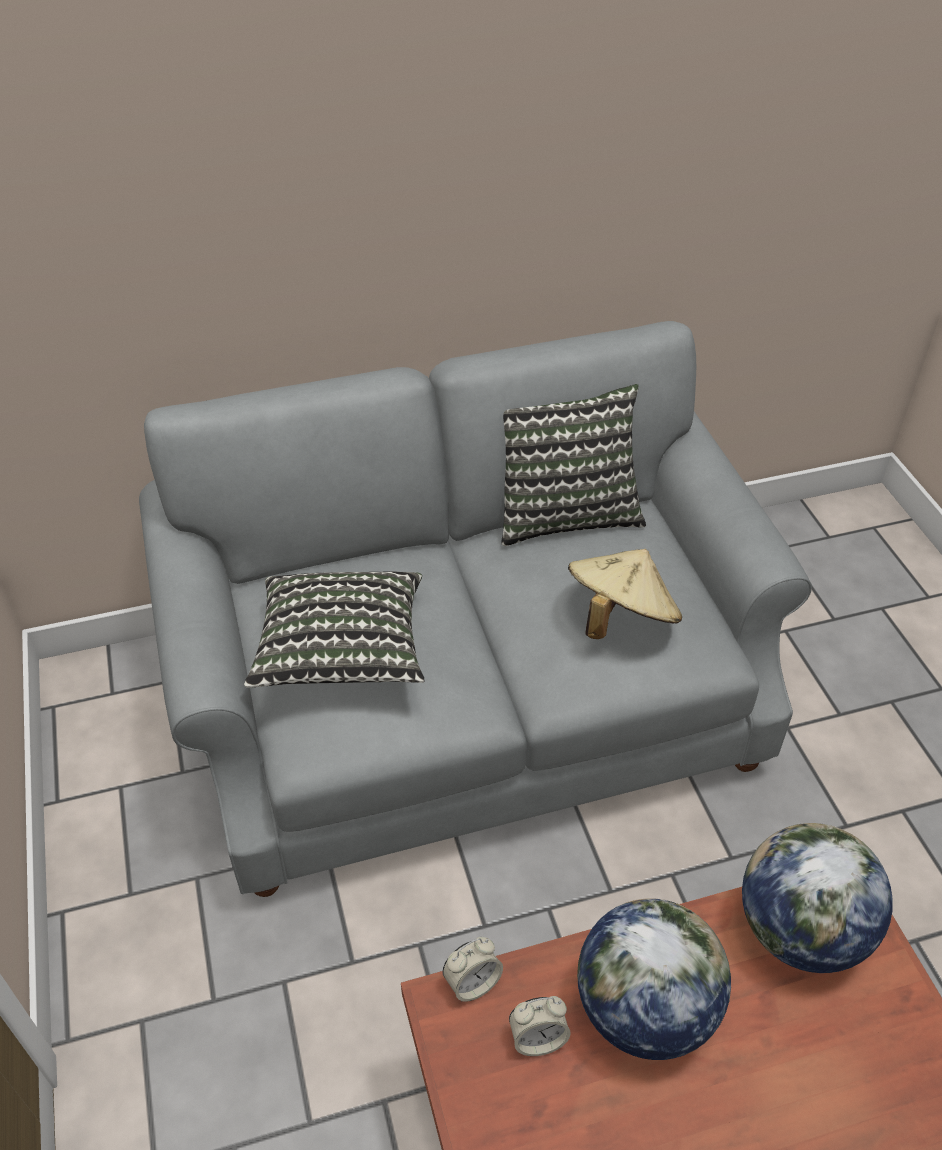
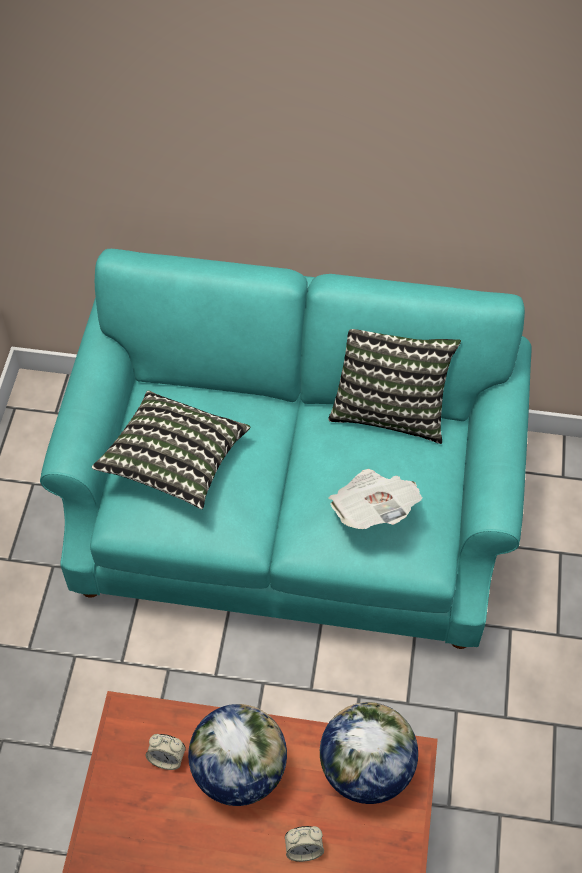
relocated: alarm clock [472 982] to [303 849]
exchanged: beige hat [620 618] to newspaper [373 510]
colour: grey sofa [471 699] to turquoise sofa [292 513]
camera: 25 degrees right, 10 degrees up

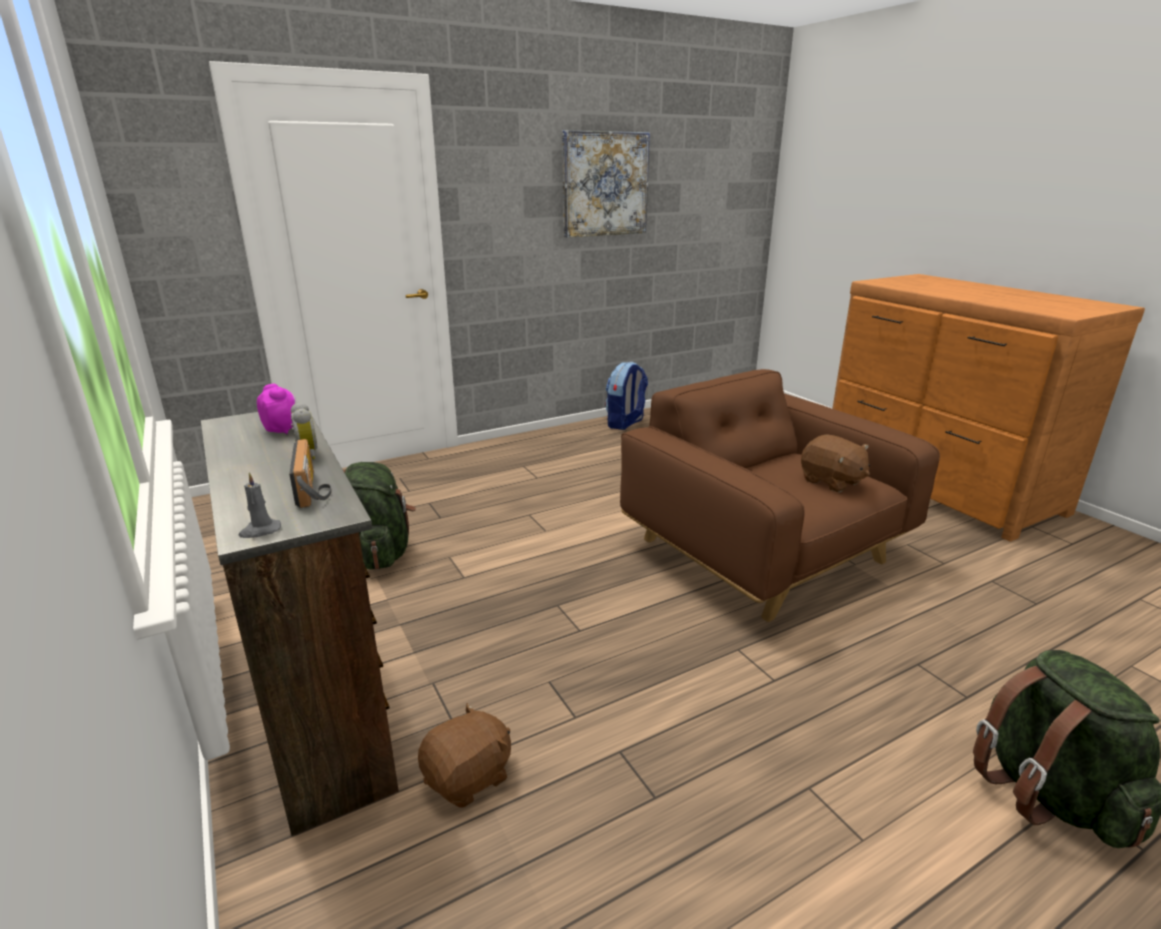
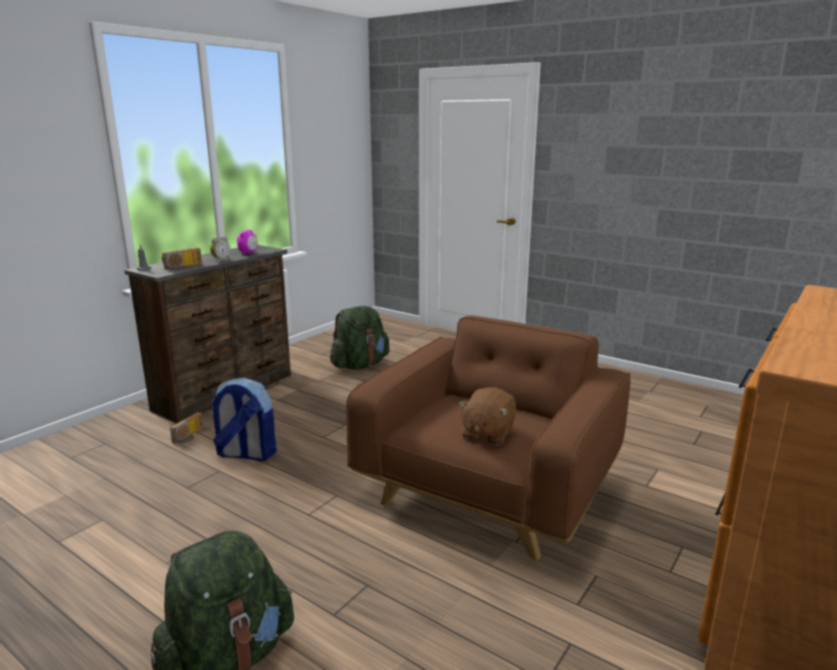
missing: picture [605 184]
relocated: backpack [625 423] to [245 454]
exchanged: brown plush toy [469 777] to radio [189 436]
camera: 65 degrees right, 5 degrees down

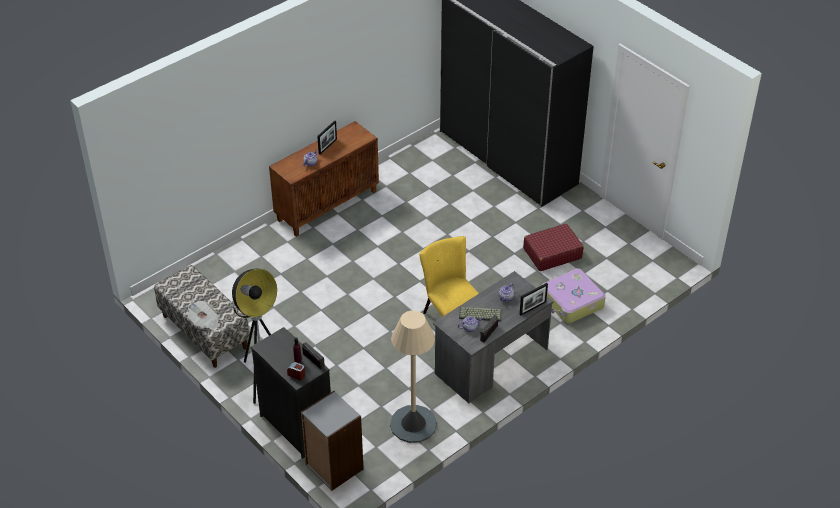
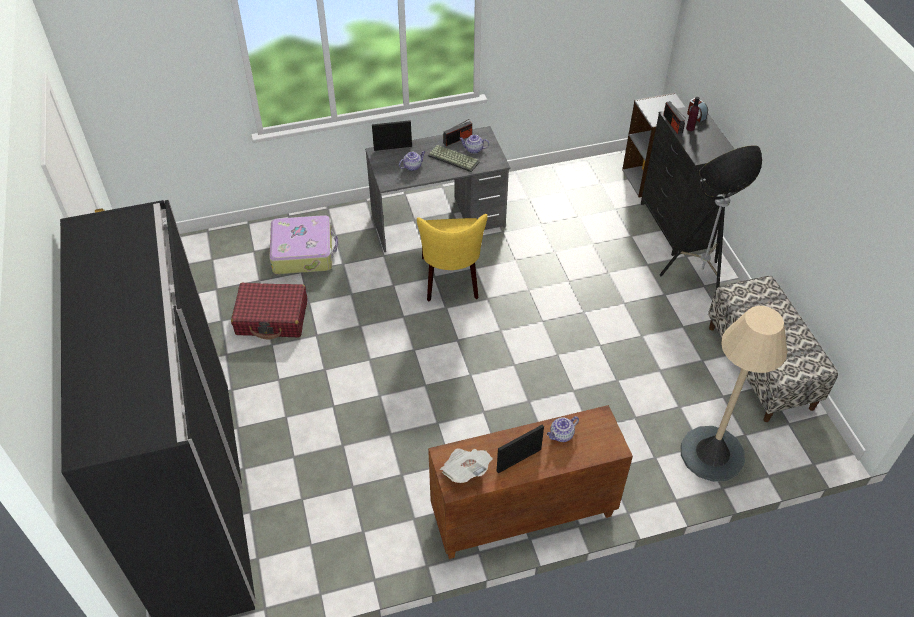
relocated: newspaper [205 322] to [465 470]; beige floor lamp [413 424] to [712 454]
camera: 155 degrees left, 5 degrees up

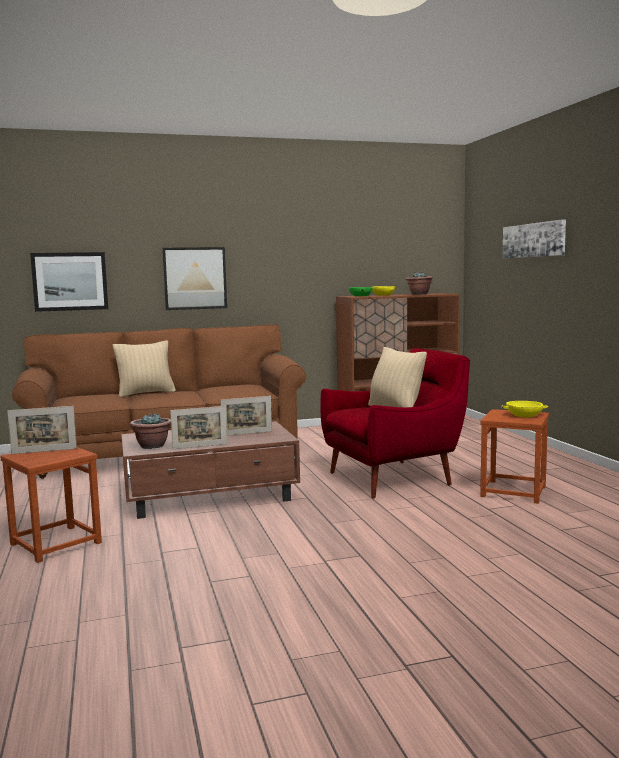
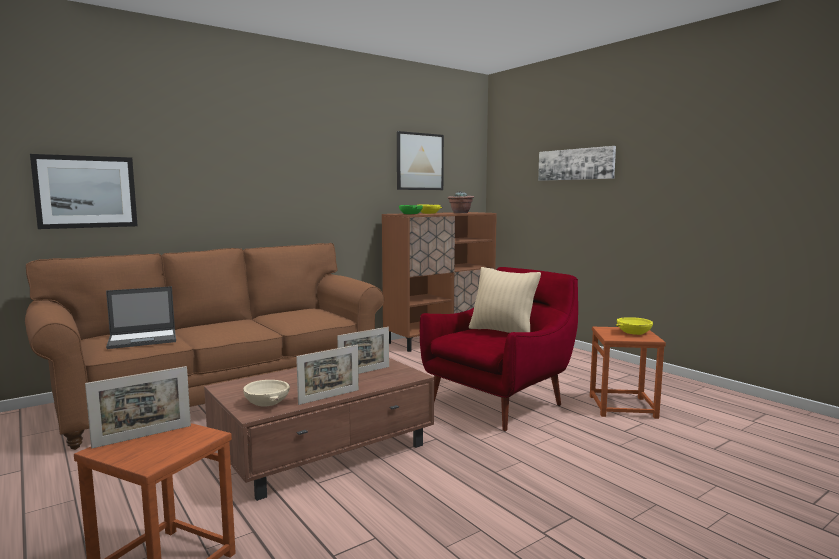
missing: beige pillow [146 393]
appeared: laptop [143 339]
relocated: picture [195 278] to [419 161]
exchanged: potted plant [152 446] to beige bowl [266 402]
camera: 20 degrees left, 0 degrees up

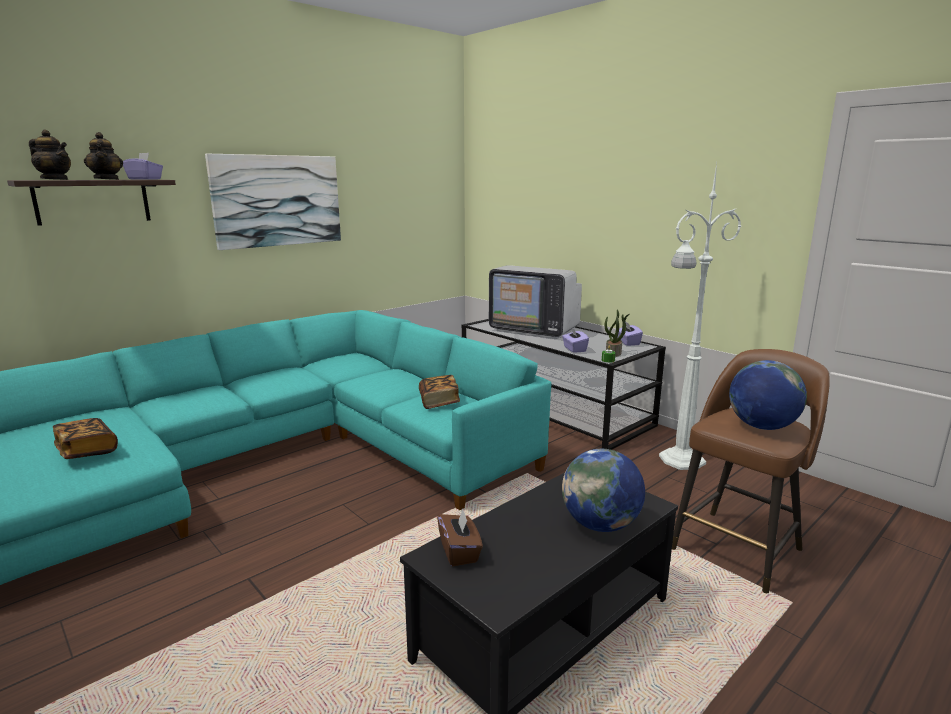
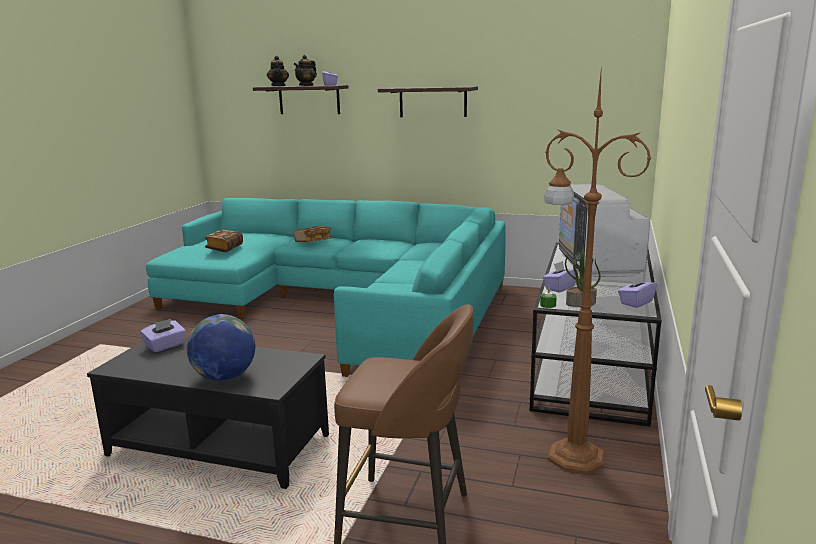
missing: globe [761 426]
relocated: book [439 402] to [313 242]
exchanged: picture [277 200] to shelf [433 102]
colour: brown tissue box [459 551] to purple tissue box [165 346]; white floor lamp [679 460] to brown floor lamp [573 456]
camera: 60 degrees right, 0 degrees up

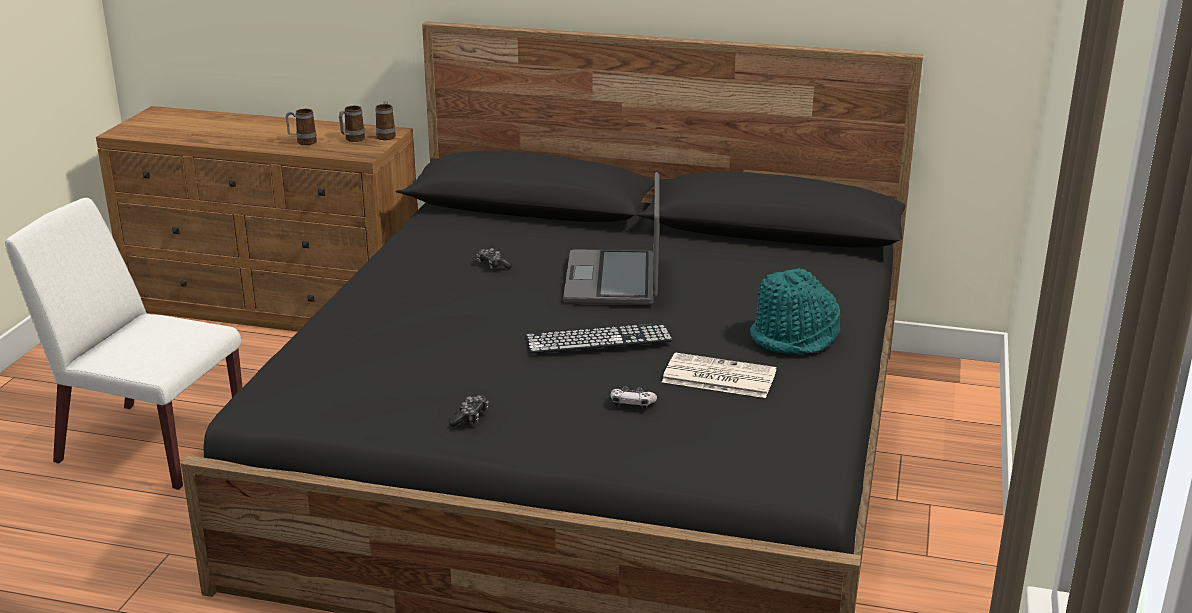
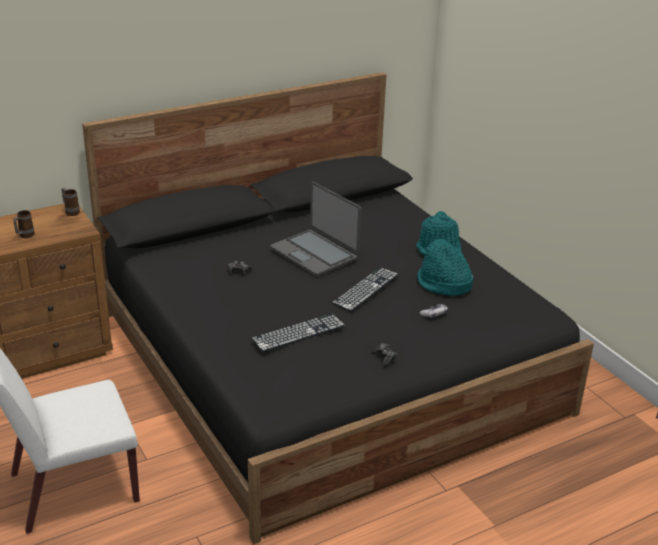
missing: mug [352 140]
appeared: keyboard [298 332]
exchanged: newspaper [717 377] to turquoise hat [443 284]
camera: 45 degrees left, 5 degrees up

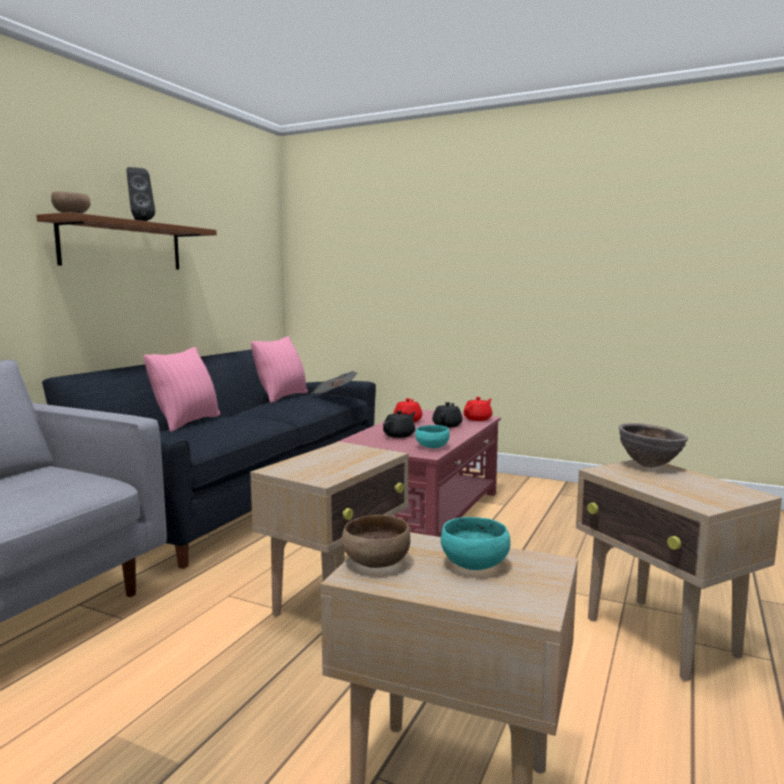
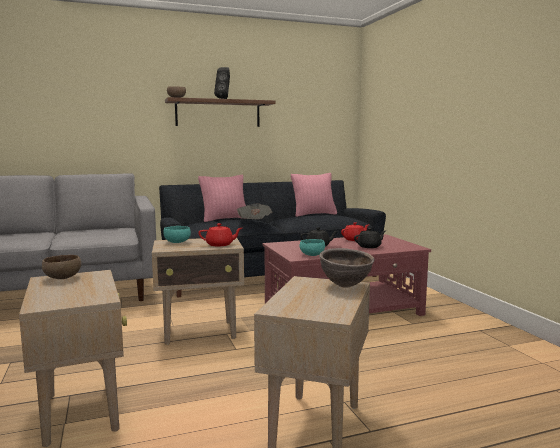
relocated: turquoise bowl [473 564] to [177 242]; red teapot [478 419] to [220 244]; newspaper [334 396] to [254 222]
camera: 45 degrees right, 0 degrees up

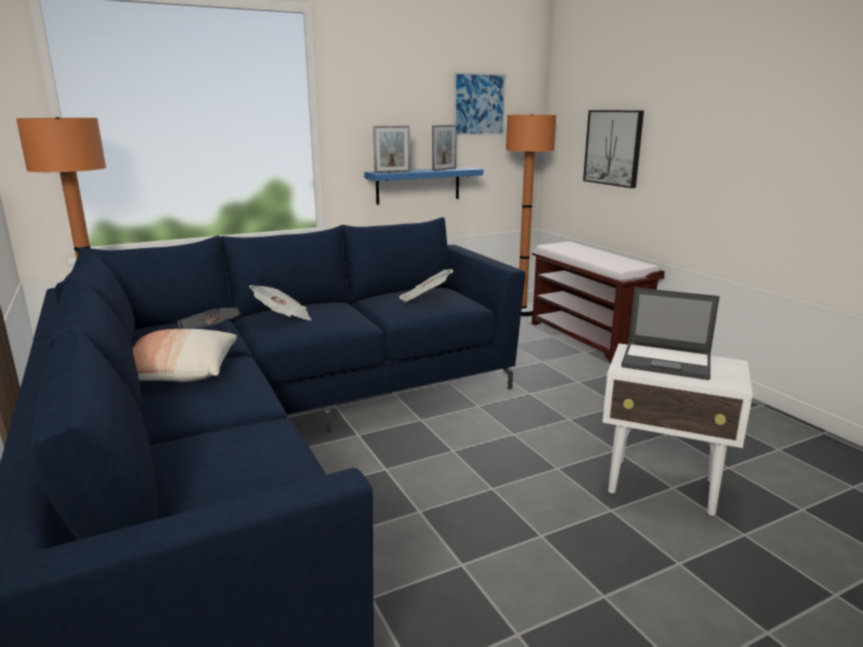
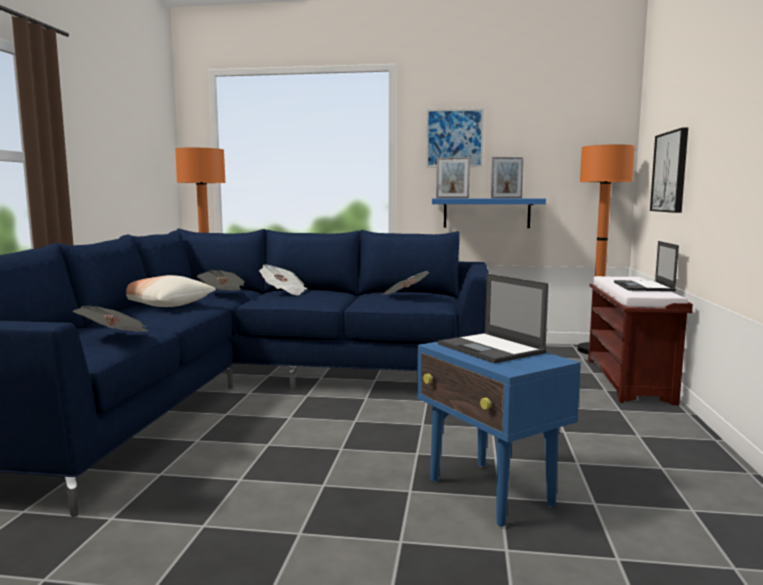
appeared: newspaper [115 338]; laptop [644 287]
relocated: picture [479 104] to [454 138]
colour: white side table [663 487] to blue side table [490 493]
camera: 35 degrees right, 10 degrees down

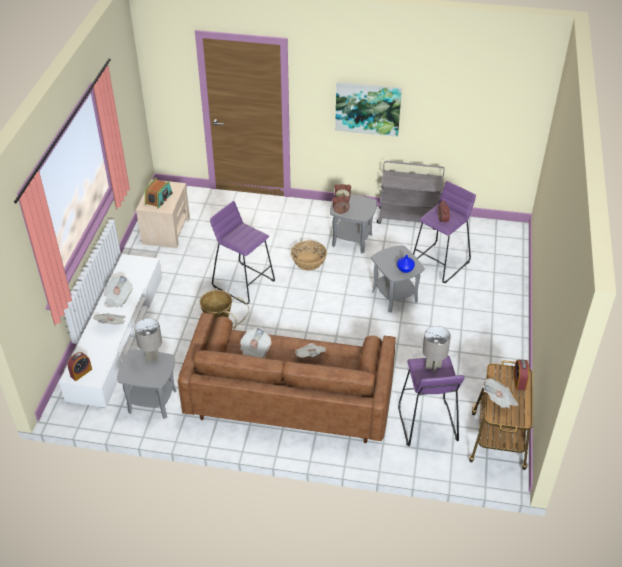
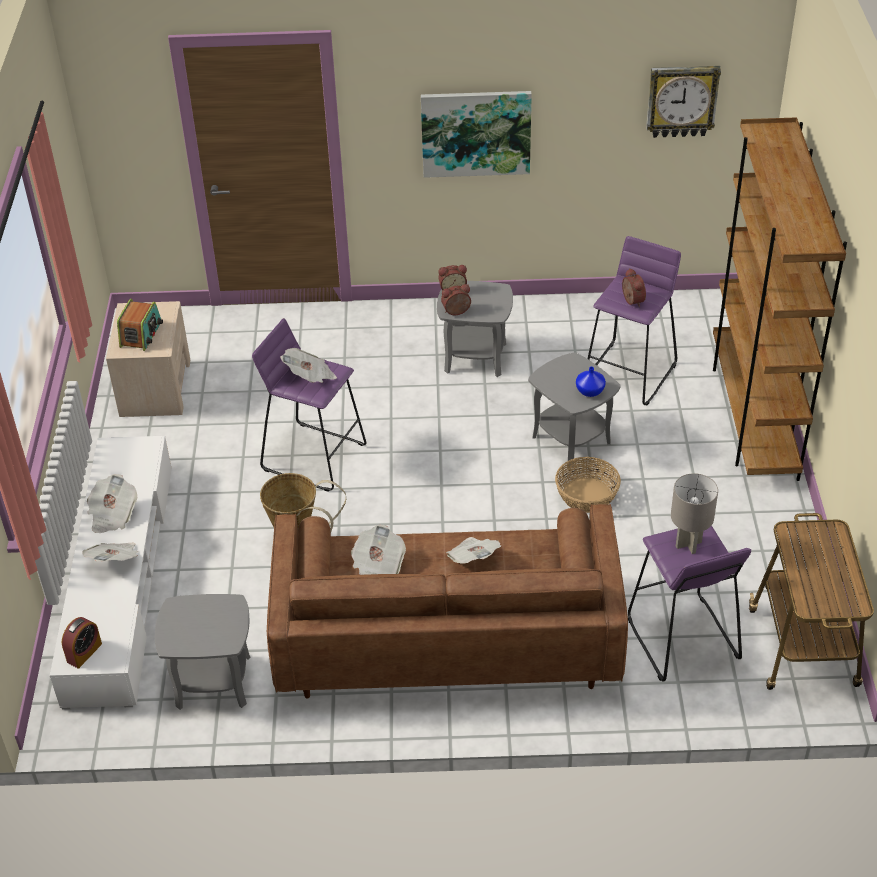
missing: grey table lamp [152 358]; grey cart [408 218]; alarm clock [519 381]
appeared: wall clock [681 100]; brown bookcase [753 415]
relocated: newspaper [499 400] to [310 377]; basket [308 261] to [586 495]
camera: 10 degrees left, 0 degrees up

